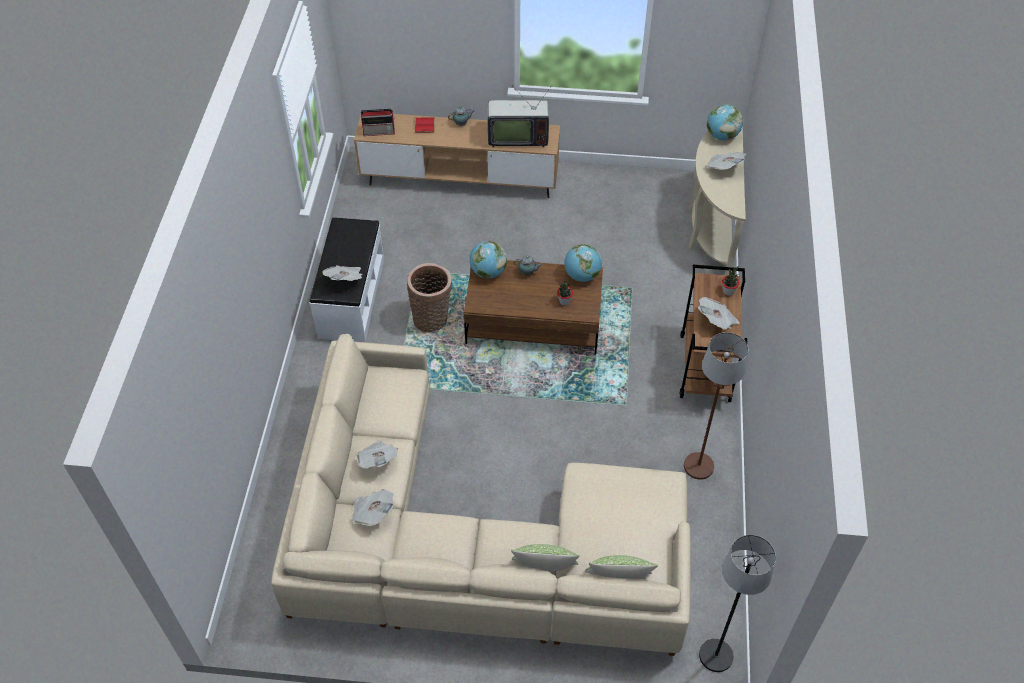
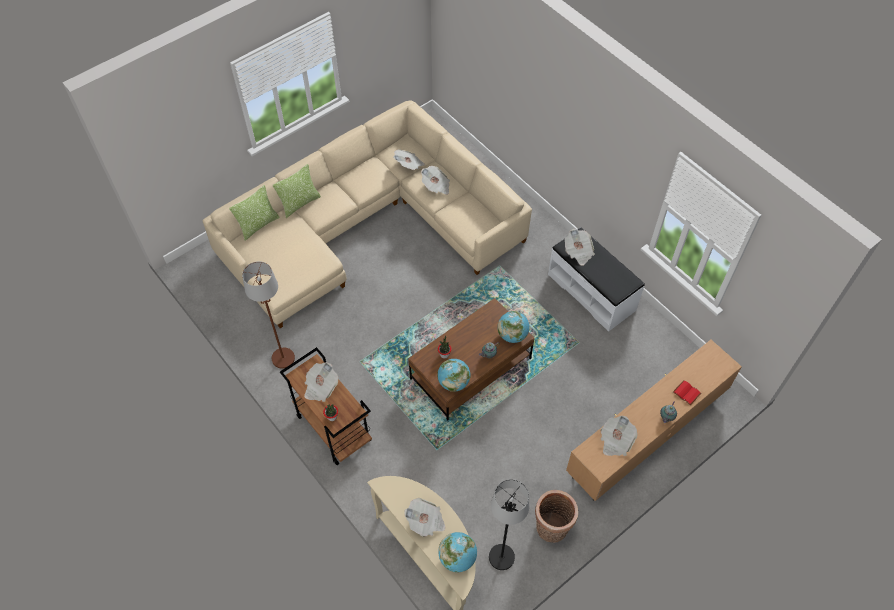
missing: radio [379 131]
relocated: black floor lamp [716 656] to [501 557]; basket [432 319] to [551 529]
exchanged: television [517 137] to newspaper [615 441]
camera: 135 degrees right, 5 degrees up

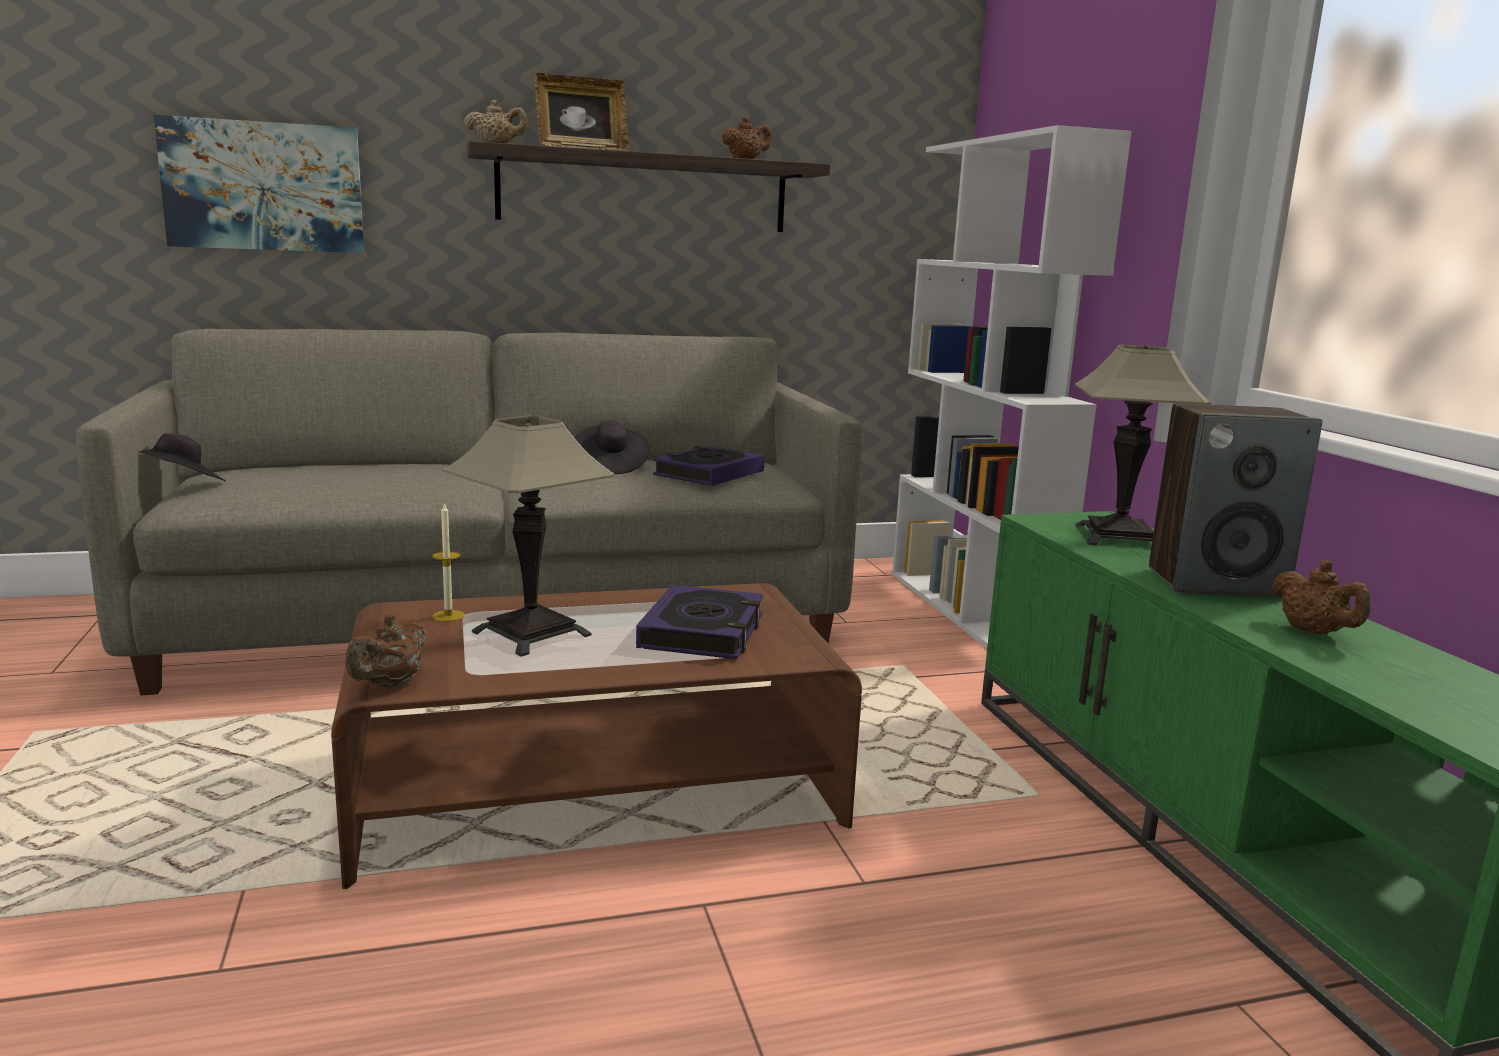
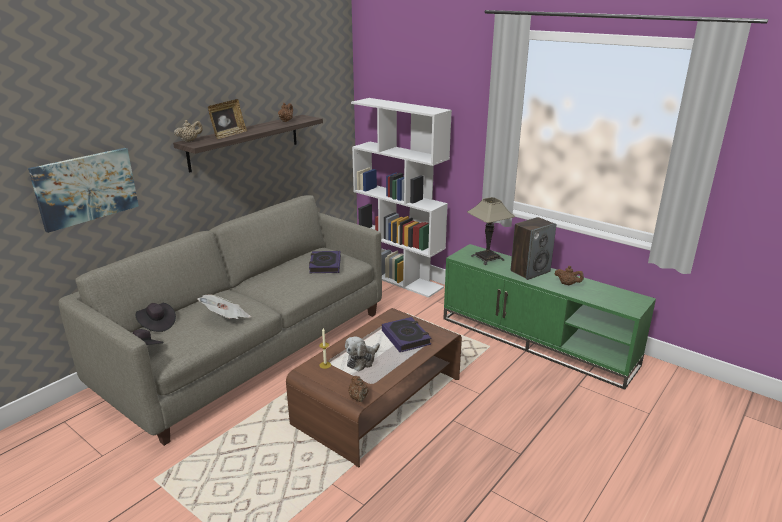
appeared: newspaper [226 318]
relocated: black hat [610 466] to [157 324]
exchanged: table lamp [532 633] to plush toy [362 360]
camera: 35 degrees left, 10 degrees up

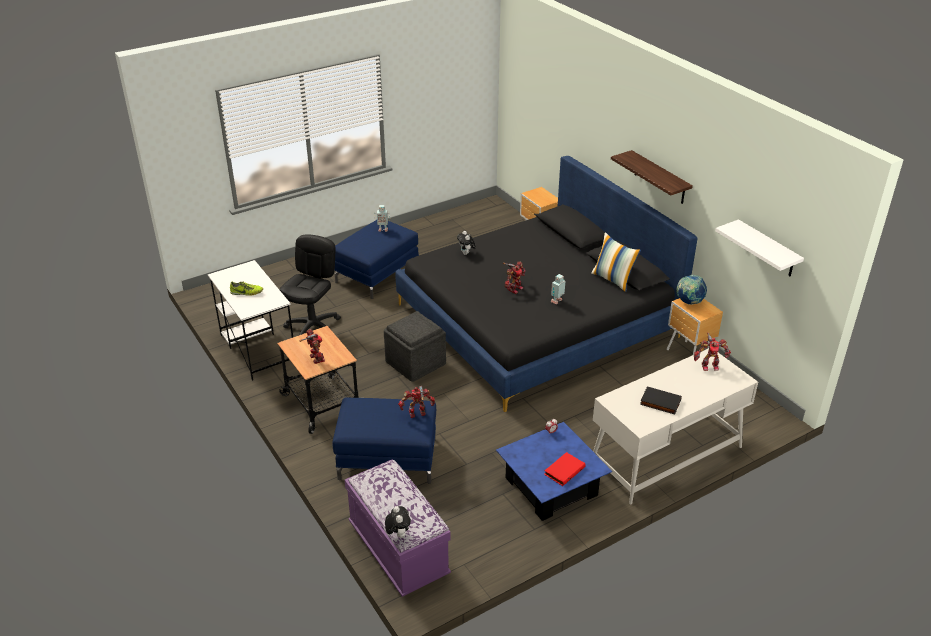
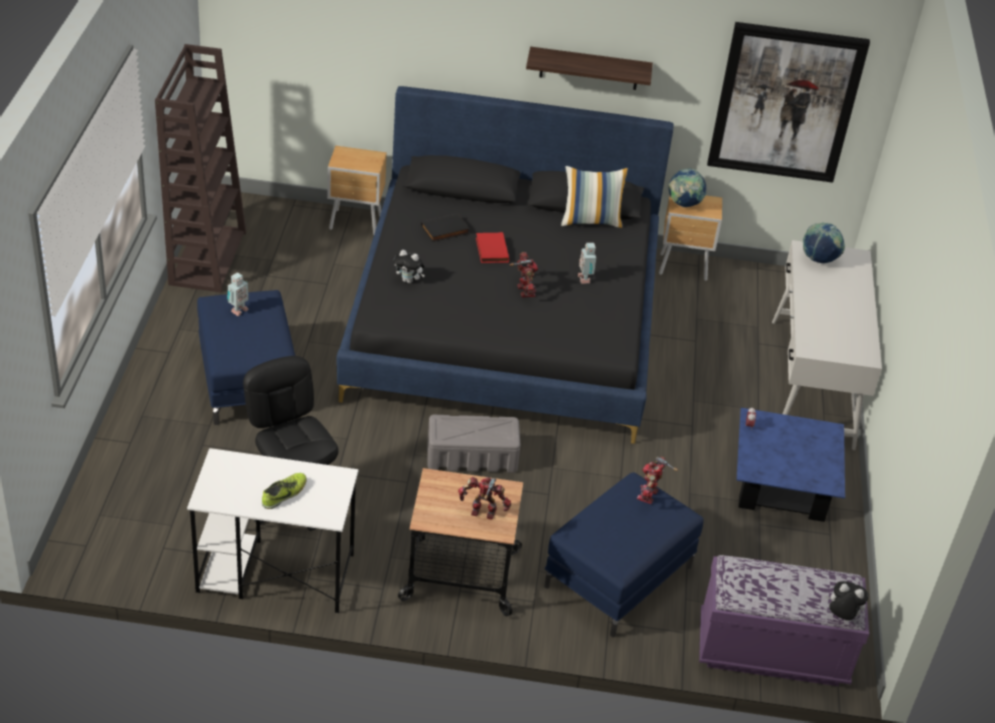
appeared: brown bookcase [207 257]
relocated: black book [659 403] to [445 230]; red book [564 470] to [490 250]
exchanged: grey ottoman [415 363] to grey storage box [471 457]; white shelf [767 249] to picture [785 102]; toy robot [709 365] to globe [819 260]
camera: 55 degrees left, 5 degrees up

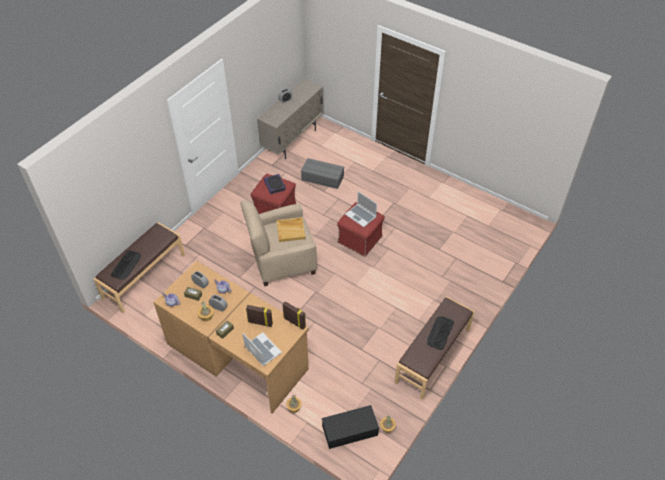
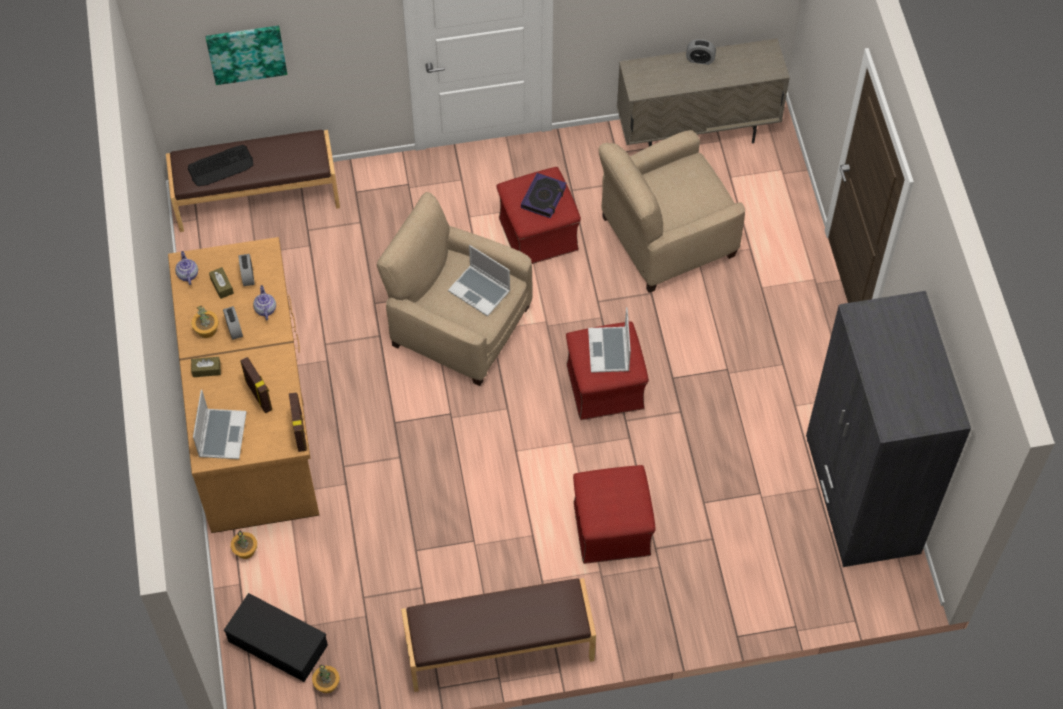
missing: keyboard [440 333]
appeared: picture [246 53]; red ottoman [612 530]; grey wardrobe [861 496]
exchanged: beige tray [291 230] to laptop [480 291]; grey storage box [322 178] to beige armchair [666 237]
camera: 45 degrees right, 10 degrees up

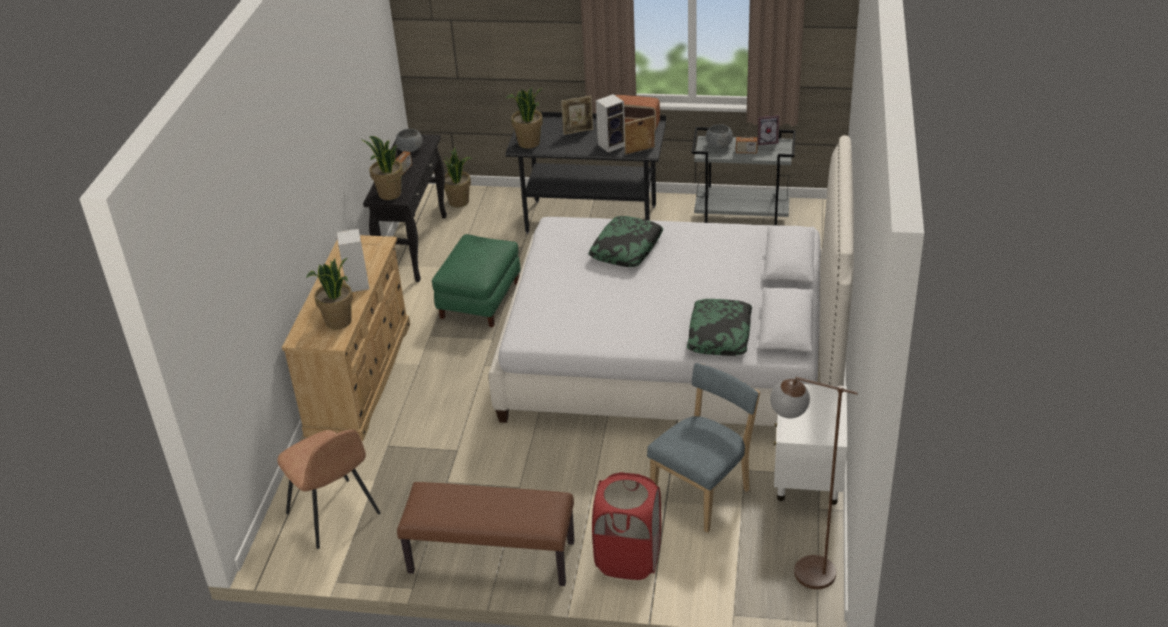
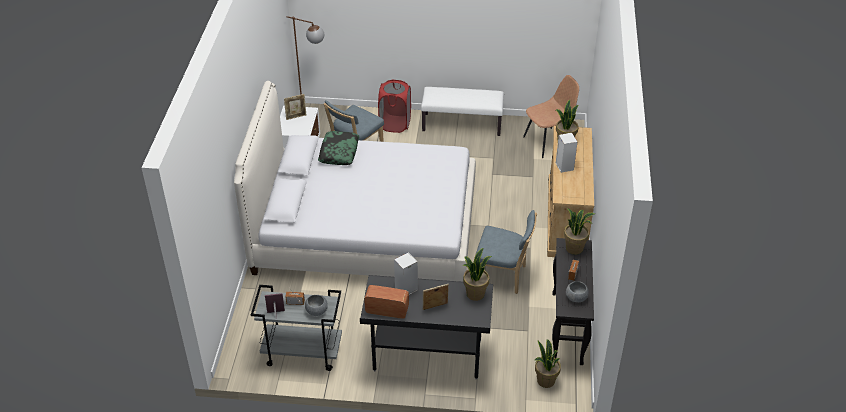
missing: pillow [626 249]
relocated: picture frame [639 151] to [296 117]
exchanged: green ottoman [479 300] to blue chair [503 276]
colour: brown bench [491 558] to white bench [462 124]
spun: brown chair [334 515] = [548 142] 105 degrees clockwise
camera: 175 degrees right, 5 degrees up

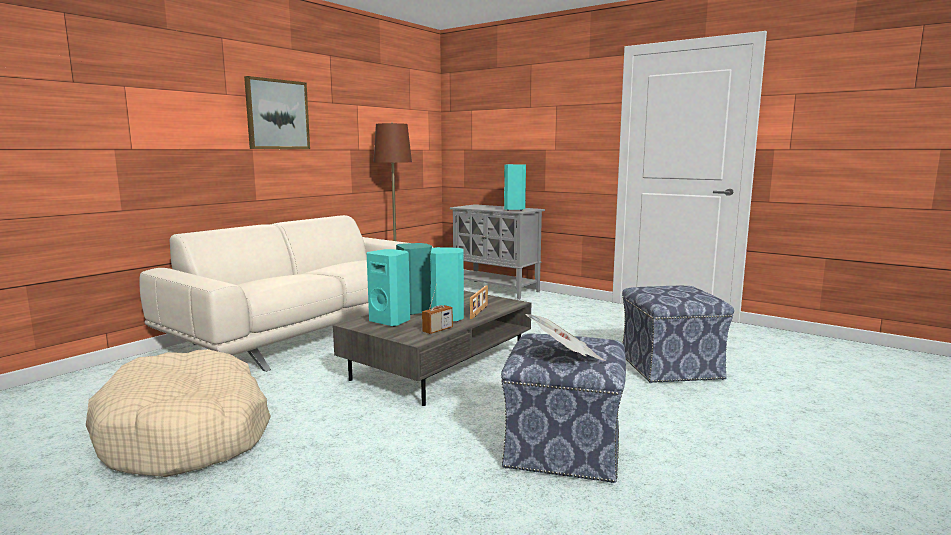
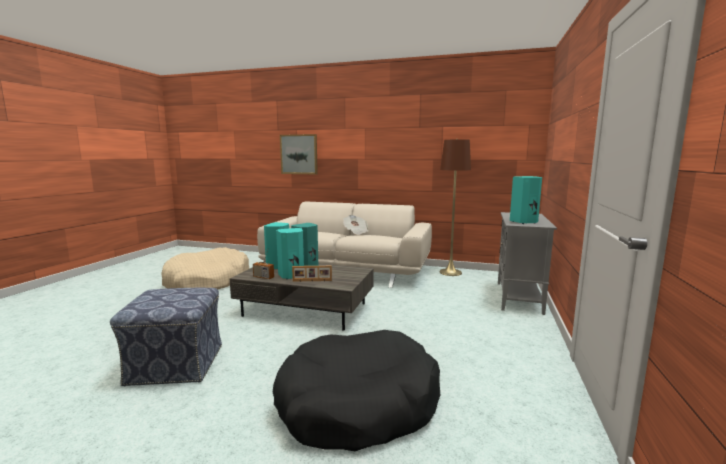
relocated: picture [277 114] to [299 154]; newspaper [565 357] to [355 232]
exchanged: ottoman [669 367] to black dog bed [357 404]
camera: 70 degrees right, 0 degrees up

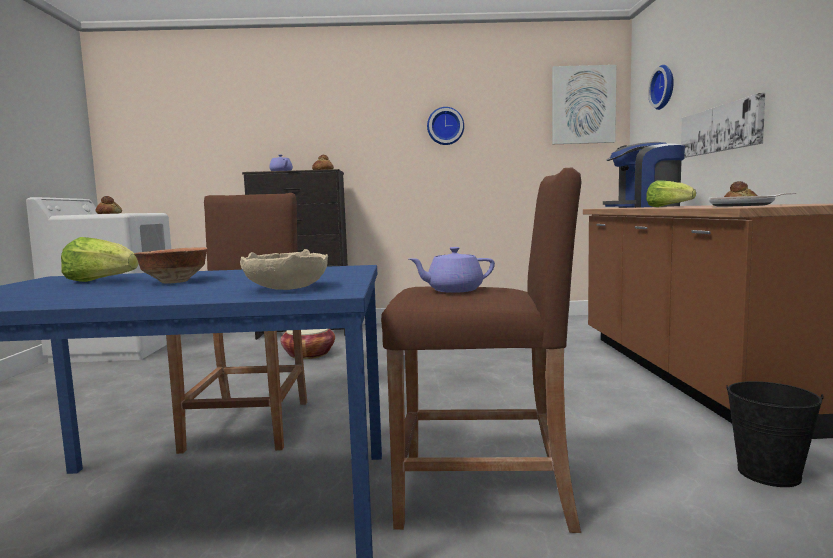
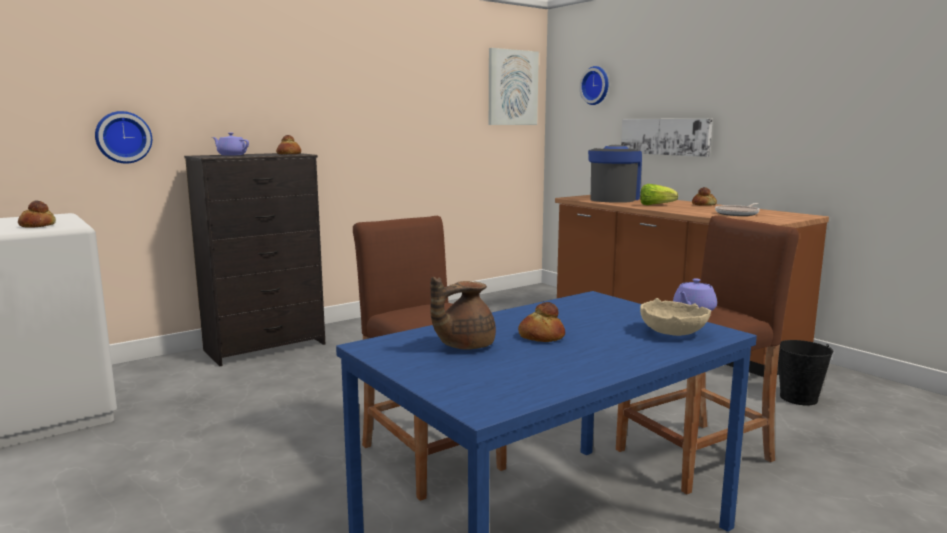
missing: basket [309 355]
relocated: wall clock [445 126] to [123 137]
exchanged: lettuce [101 281] to brown teapot [463 345]; bowl [173 282] to bread [540 336]
spun: coffee machine [643 207] = [613 199] 150 degrees clockwise
camera: 35 degrees left, 5 degrees up

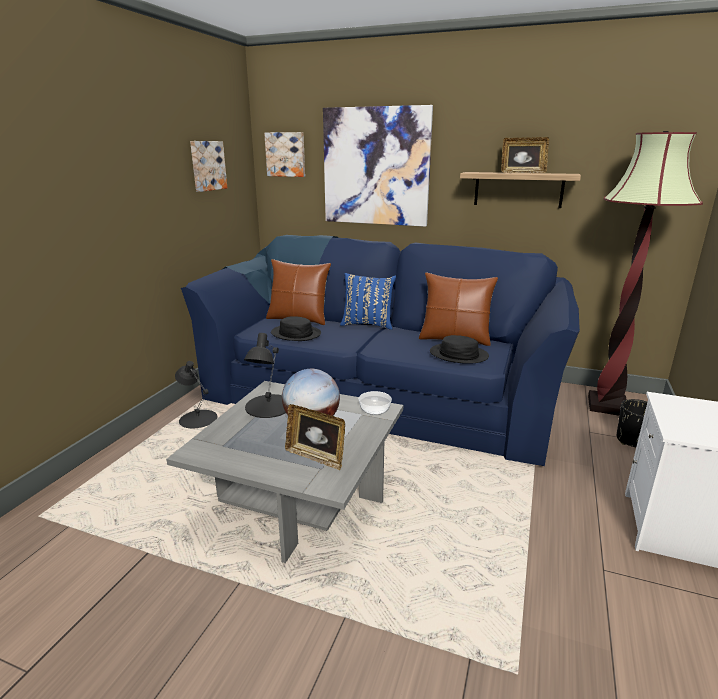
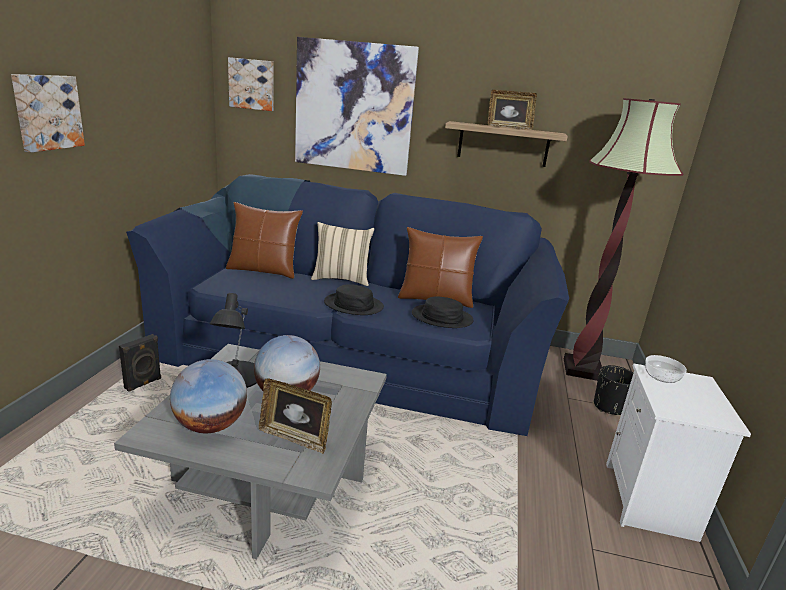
appeared: globe [210 425]
relocated: picture [207 165] to [47 112]; black hat [296 334] to [353 305]; bowl [375 410] to [662 377]
exchanged: black table lamp [198 419] to black speaker [143 384]
colour: blue pillow [368 324] to beige pillow [341 279]
camera: 10 degrees left, 0 degrees up

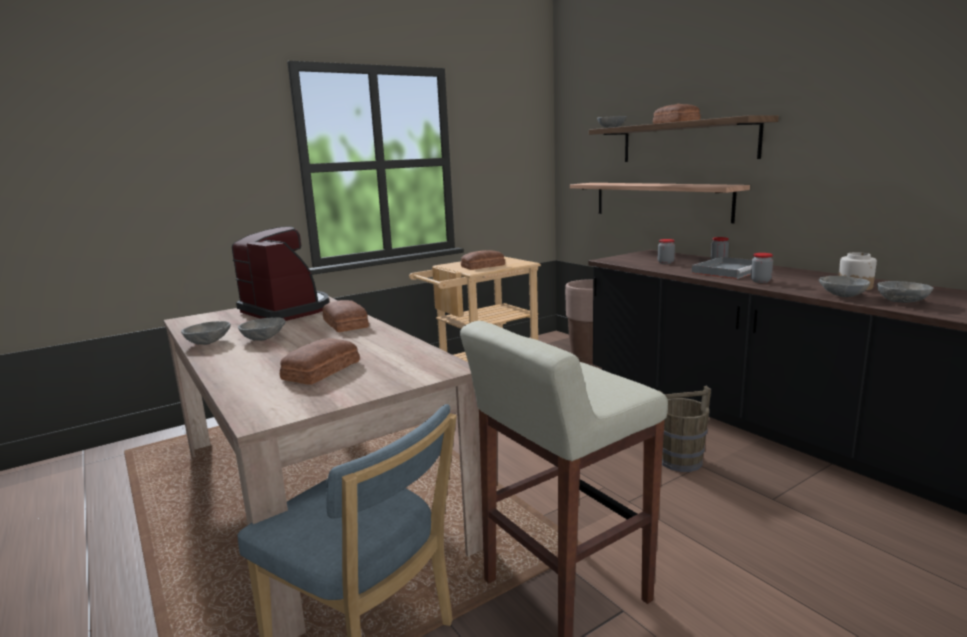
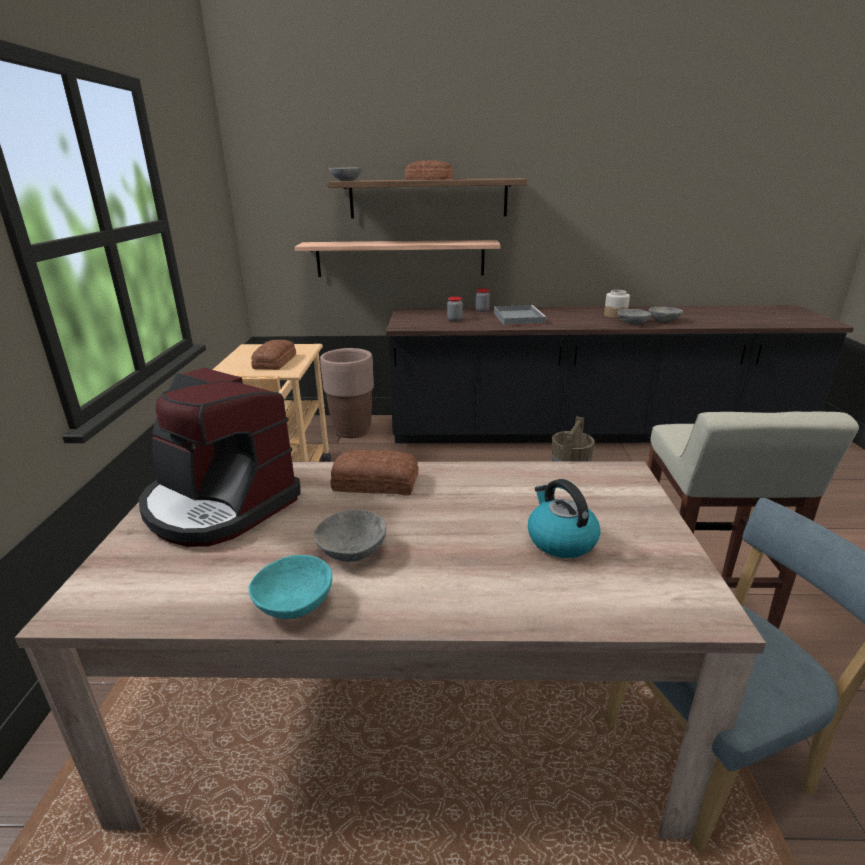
missing: jar [760 281]
exchanged: bread [319 371] to kettle [560 540]
colour: grey bowl [209 342] to turquoise bowl [295 603]
spun: coffee machine [287 310] = [219 505] 135 degrees counterclockwise
camera: 55 degrees left, 10 degrees up

